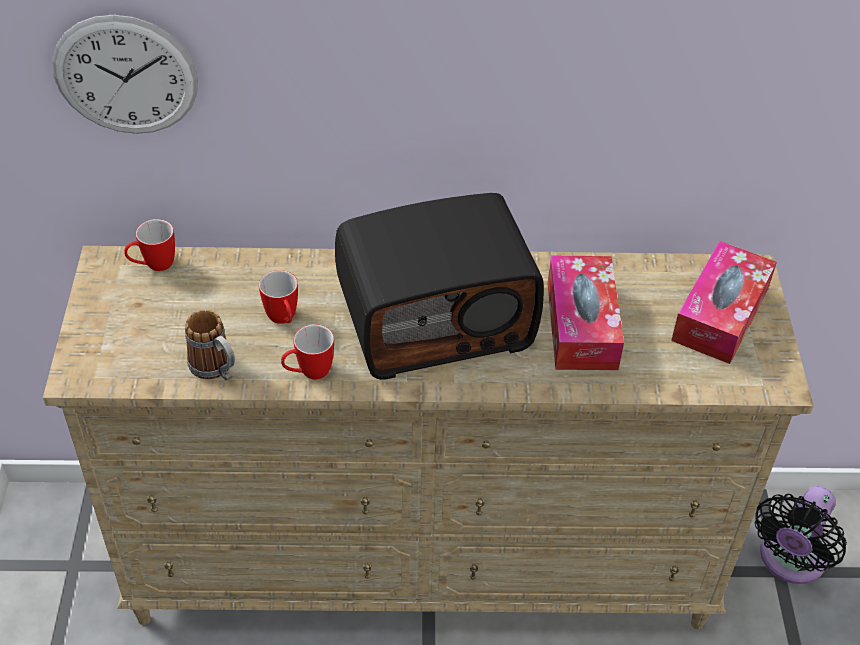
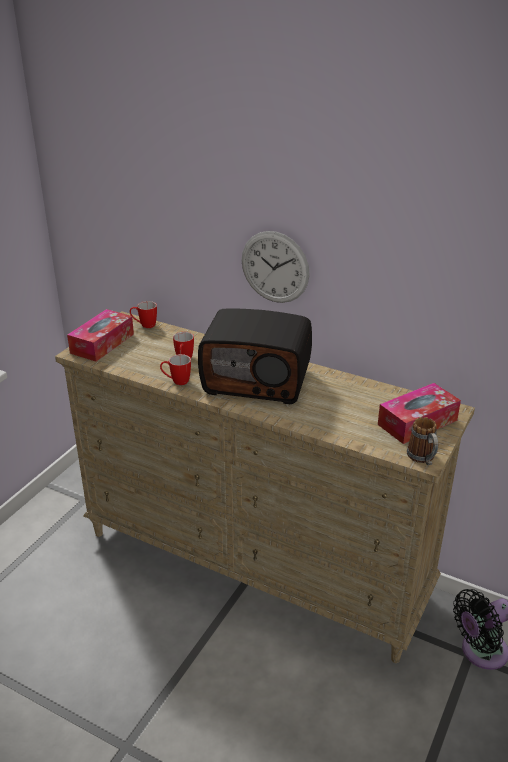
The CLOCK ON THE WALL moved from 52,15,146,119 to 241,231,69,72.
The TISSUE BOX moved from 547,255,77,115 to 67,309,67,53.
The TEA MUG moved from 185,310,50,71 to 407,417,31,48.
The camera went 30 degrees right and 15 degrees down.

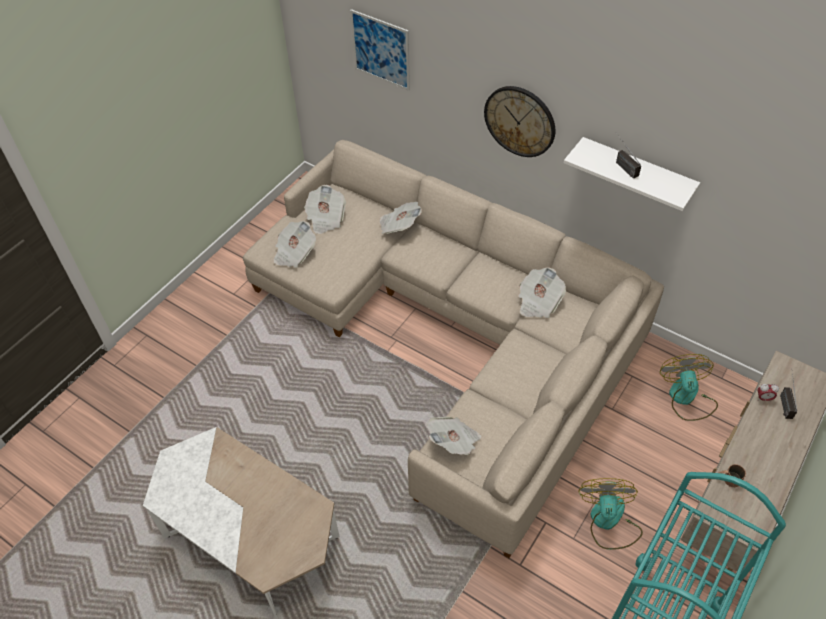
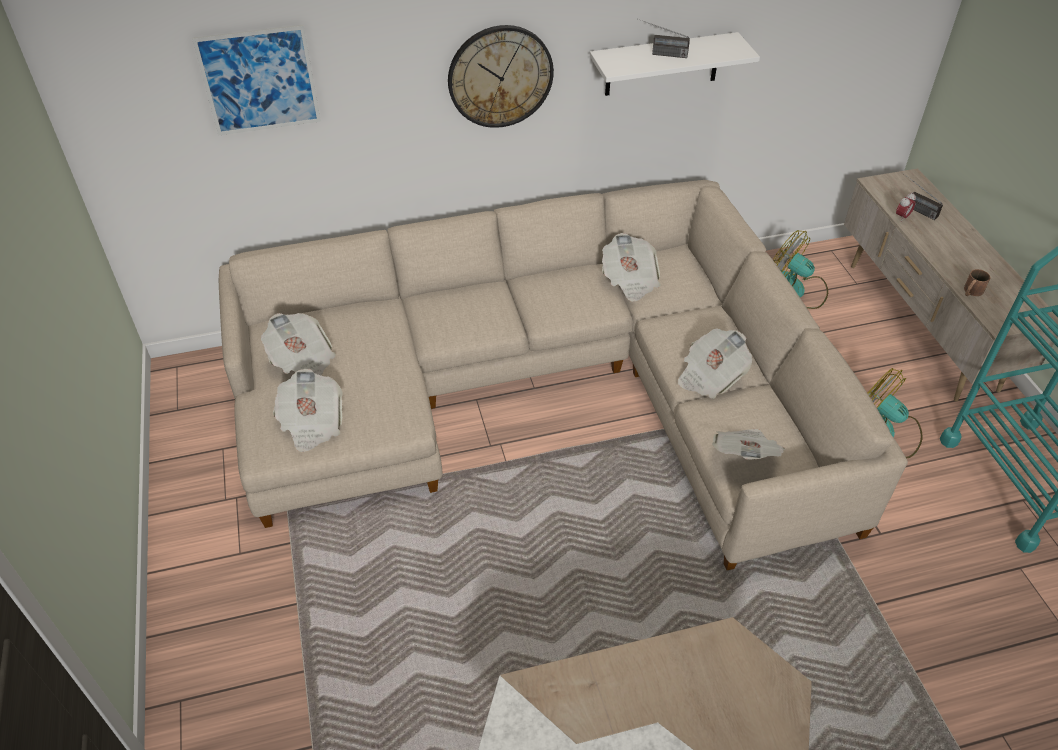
The NEWSPAPER moved from 380,202,42,32 to 677,328,75,71.
The camera went 50 degrees left and 5 degrees down.

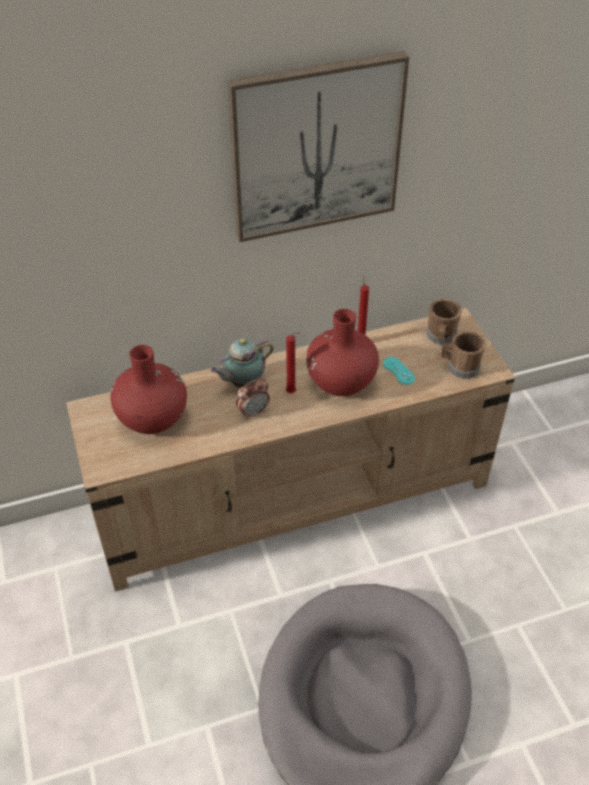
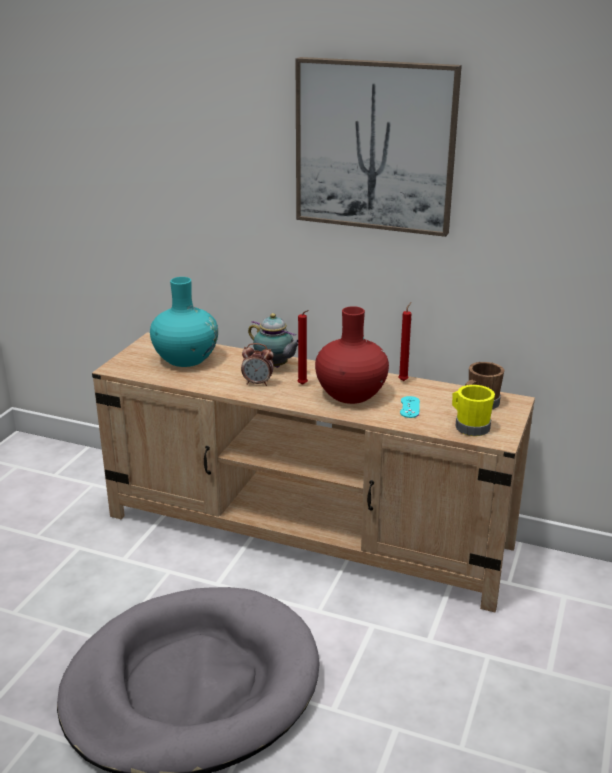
The BROWN TEA MUG at 441,331,45,48 became the YELLOW-COLOURED TEA MUG at 452,385,43,51.
The TEA POT at 210,338,64,50 turned 150 degrees counterclockwise.
The REDDISH FLOWER VASE at 111,345,76,89 became the TURQUOISE-COLOURED FLOWER VASE at 150,277,68,90.
The camera went 40 degrees right and 20 degrees down.

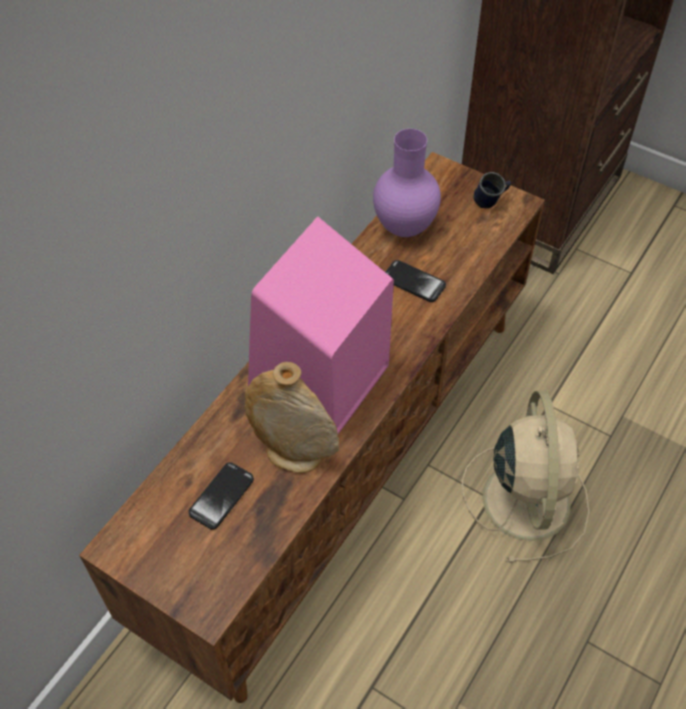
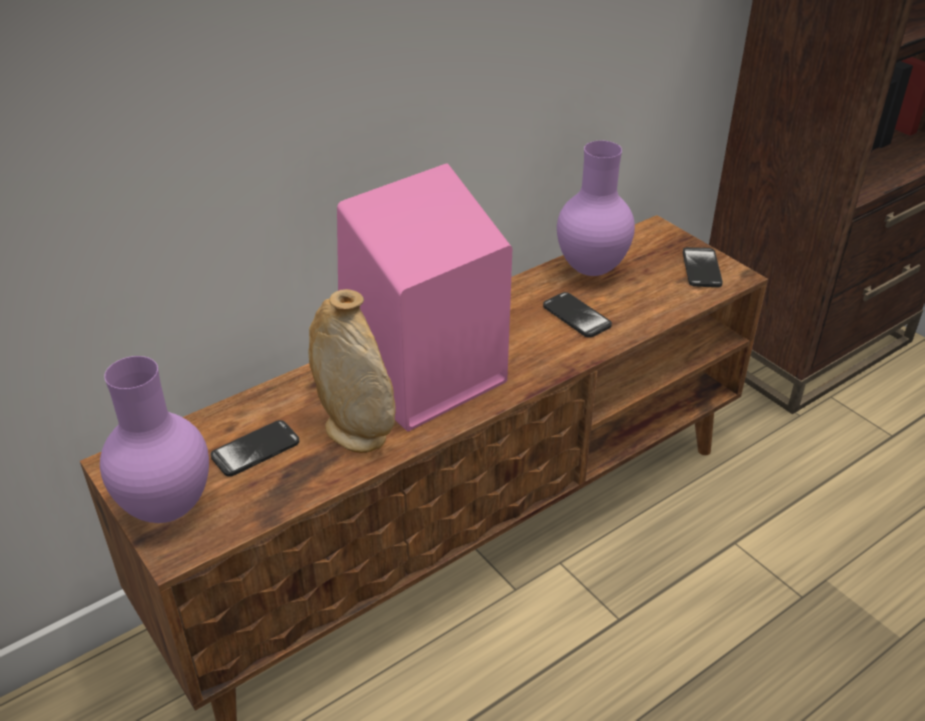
The BLUE TEA MUG at 473,172,38,36 was replaced by the HANDSET at 683,247,40,40.
The BEIGE-COLOURED FAN at 462,391,127,172 disappeared.
The PURPLISH FLOWER VASE at 100,356,109,167 appeared.
The camera went 20 degrees right and 15 degrees down.

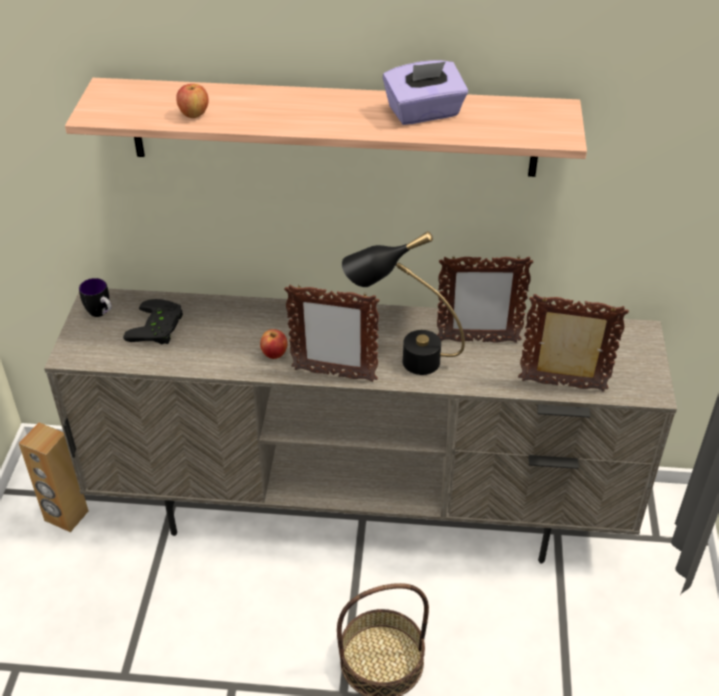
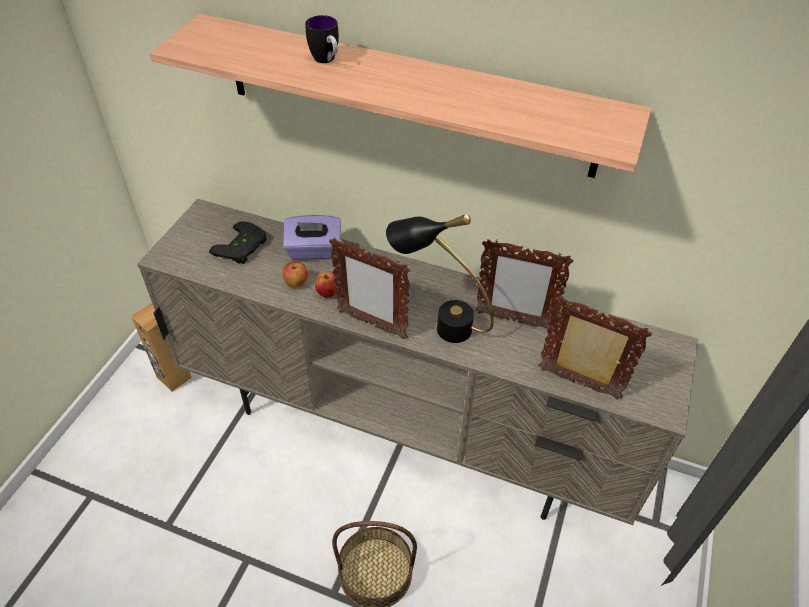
The PURPLISH TISSUE BOX moved from 383,60,85,65 to 283,215,58,45.
The APPLE FRUIT moved from 176,84,33,34 to 283,262,25,26.
The TEA MUG moved from 79,278,33,39 to 305,15,34,48.
The camera went 15 degrees right and 5 degrees up.

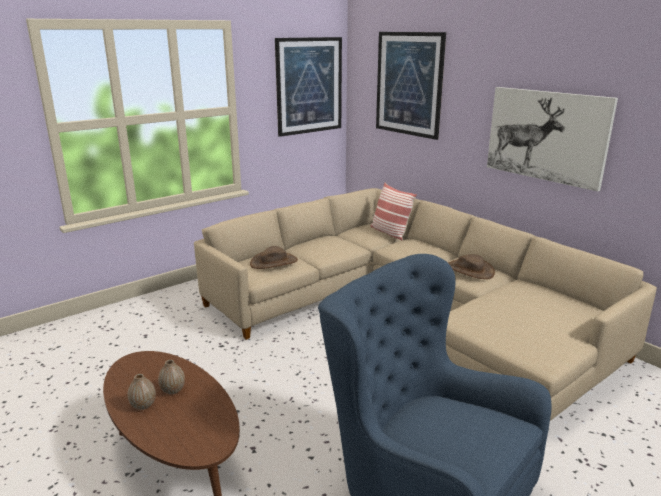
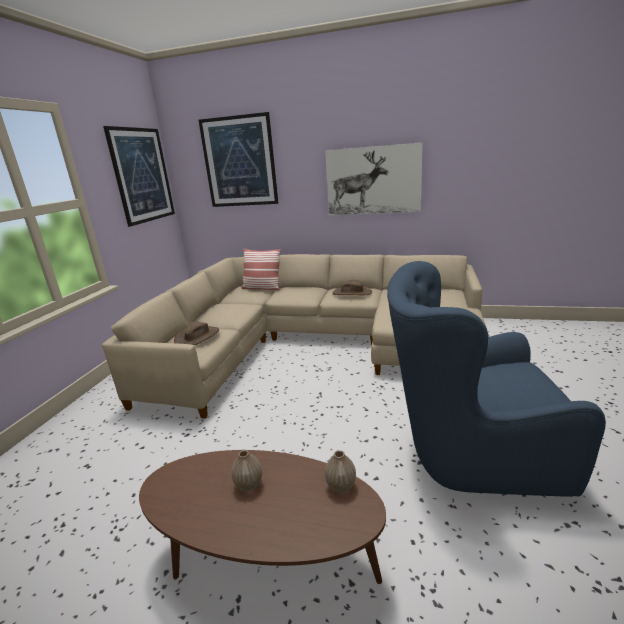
The FLOWER VASE moved from 128,374,28,36 to 325,450,31,42.
The camera went 35 degrees left and 0 degrees up.

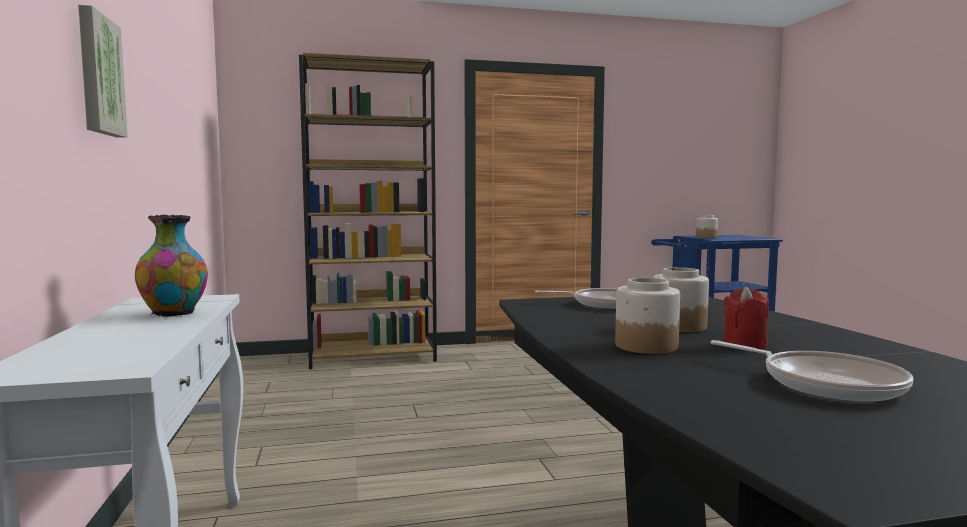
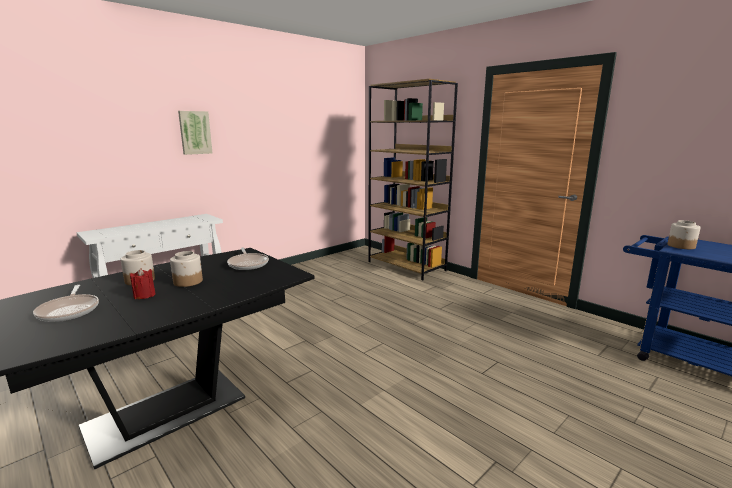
The FLOWER VASE at 135,214,73,103 disappeared.
The SKILLET at 710,340,203,61 turned 45 degrees counterclockwise.
The camera went 60 degrees right and 10 degrees up.

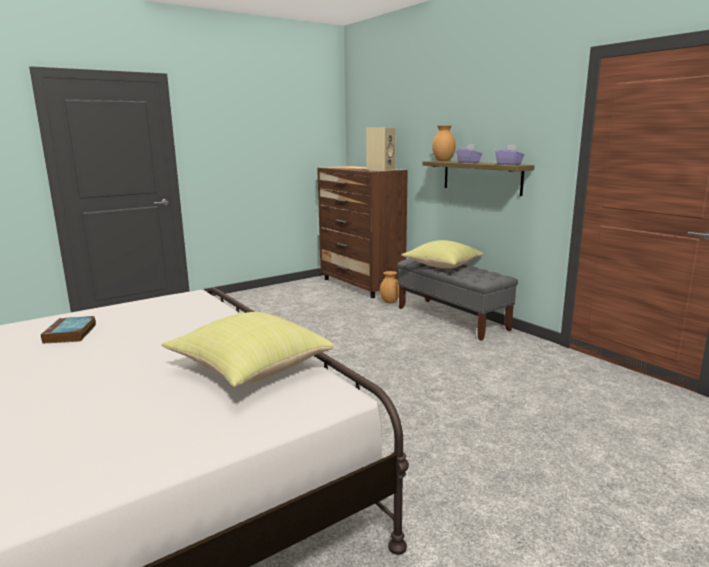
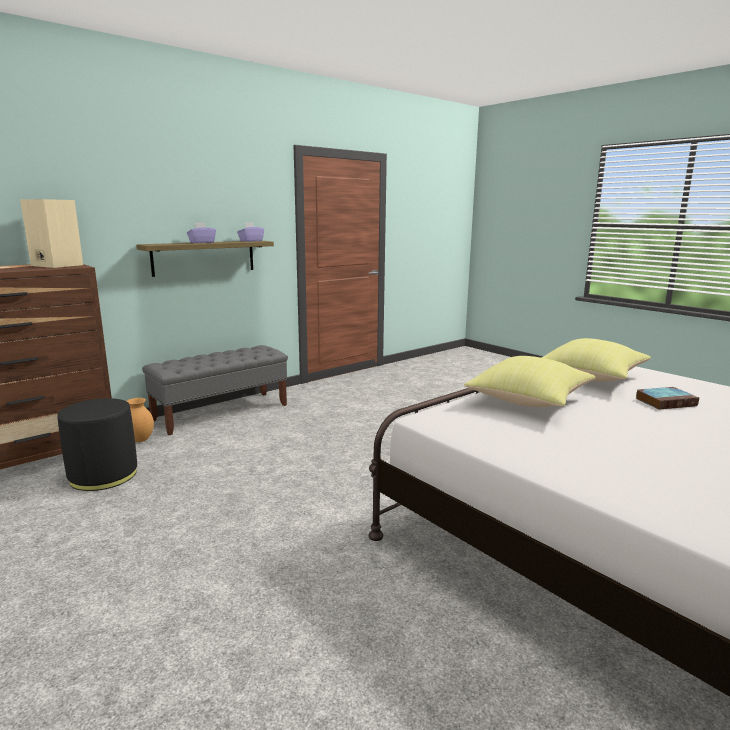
The BROWN FLOWER VASE at 432,126,24,35 disappeared.
The YELLOW-COLOURED THROW PILLOW moved from 401,240,82,28 to 464,356,132,51.
The BOUND BOOK moved from 41,316,55,28 to 635,387,64,23.
The BLACK-COLOURED POUFFE at 57,398,80,93 appeared.
The camera went 95 degrees left and 0 degrees up.

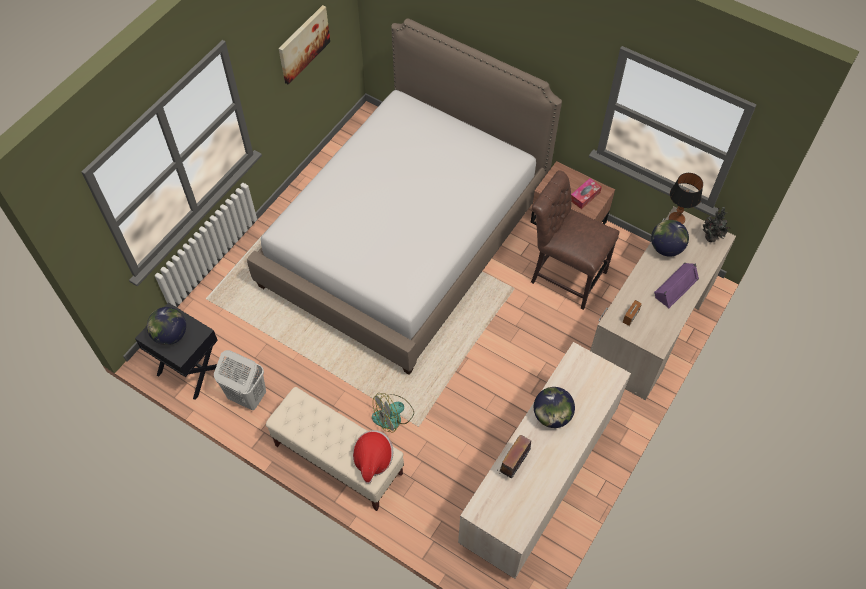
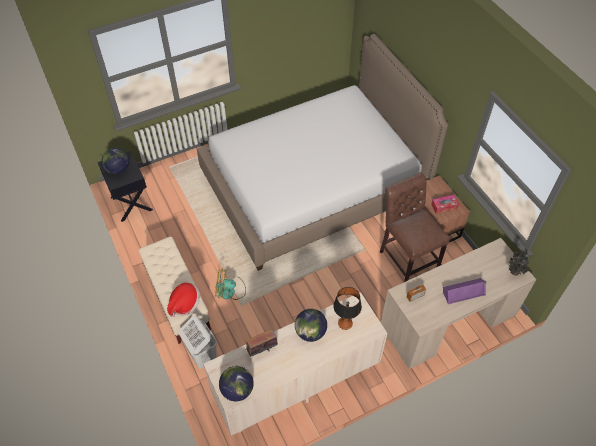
The WALL ART at 279,5,51,79 disappeared.
The TABLETOP LAMP moved from 669,173,34,51 to 333,287,29,43.
The DESK GLOBE moved from 651,220,38,36 to 219,366,35,35.
The WHITE-COLOURED HAMPER moved from 214,350,52,60 to 179,316,38,53.
The camera went 30 degrees right and 5 degrees down.

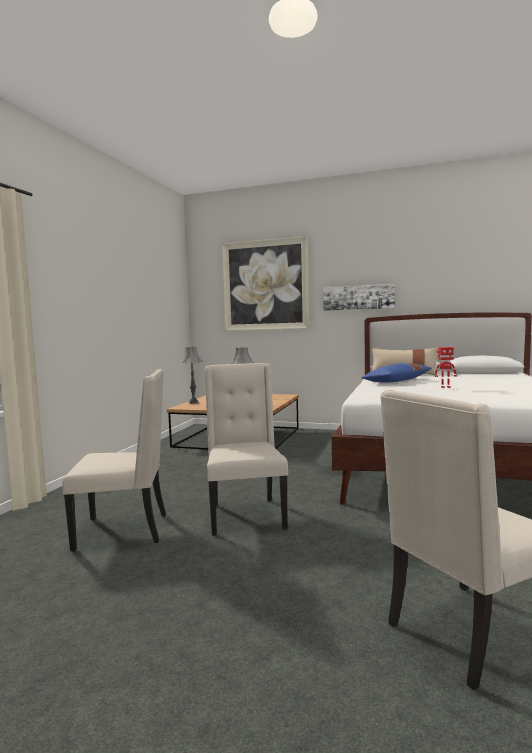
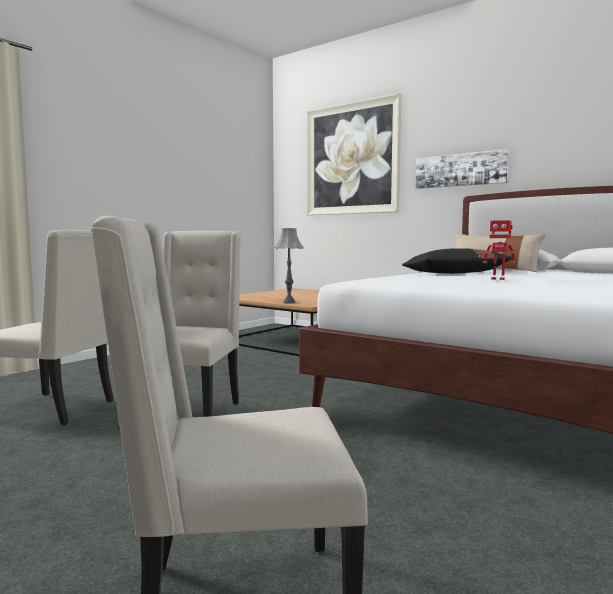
The GREYISH TABLETOP LAMP at 180,347,23,57 disappeared.
The BLUE THROW PILLOW at 361,363,71,20 became the BLACK-COLOURED THROW PILLOW at 402,248,110,26.
The camera went 20 degrees right and 0 degrees up.

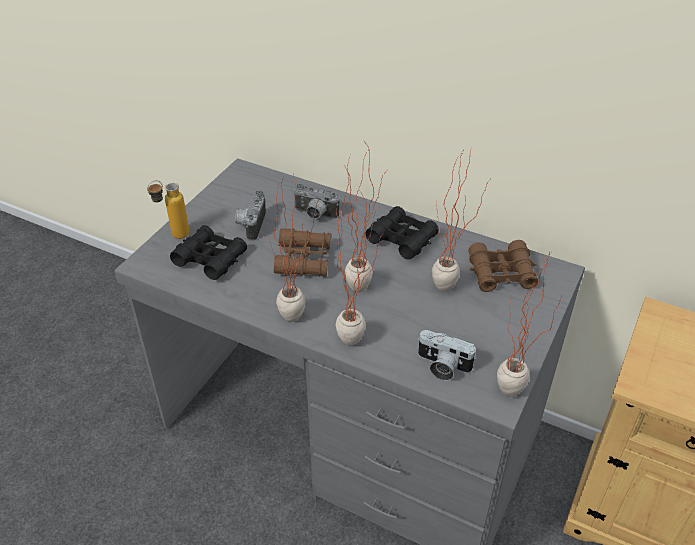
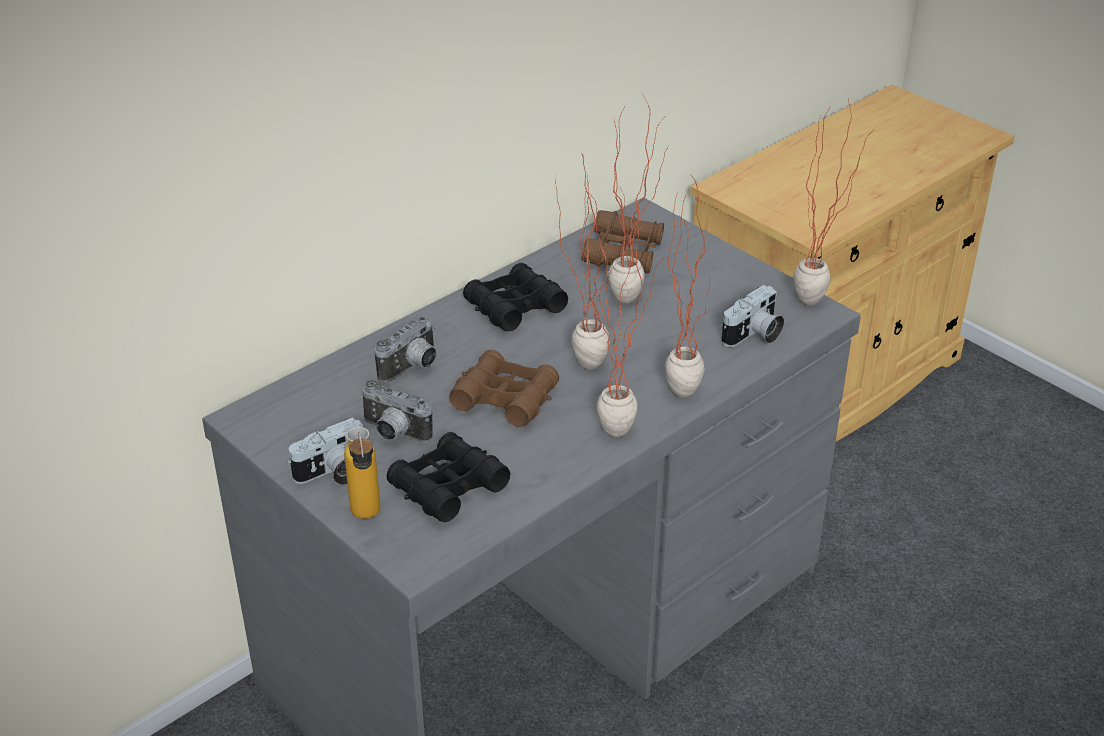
The PHOTO CAMERA at 288,417,75,68 appeared.
The camera went 70 degrees left and 5 degrees down.

